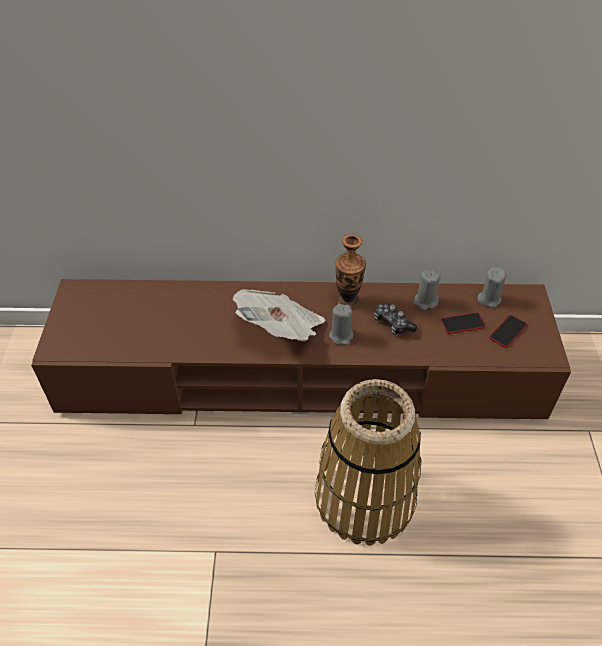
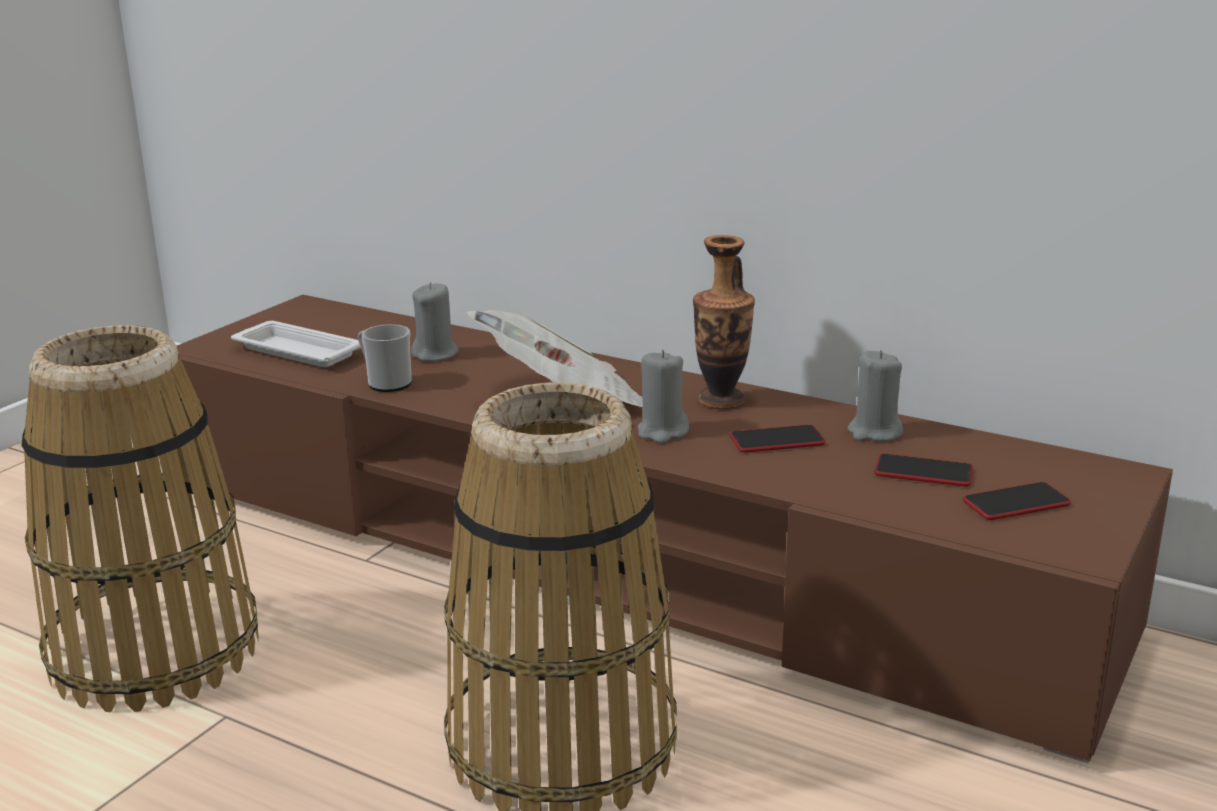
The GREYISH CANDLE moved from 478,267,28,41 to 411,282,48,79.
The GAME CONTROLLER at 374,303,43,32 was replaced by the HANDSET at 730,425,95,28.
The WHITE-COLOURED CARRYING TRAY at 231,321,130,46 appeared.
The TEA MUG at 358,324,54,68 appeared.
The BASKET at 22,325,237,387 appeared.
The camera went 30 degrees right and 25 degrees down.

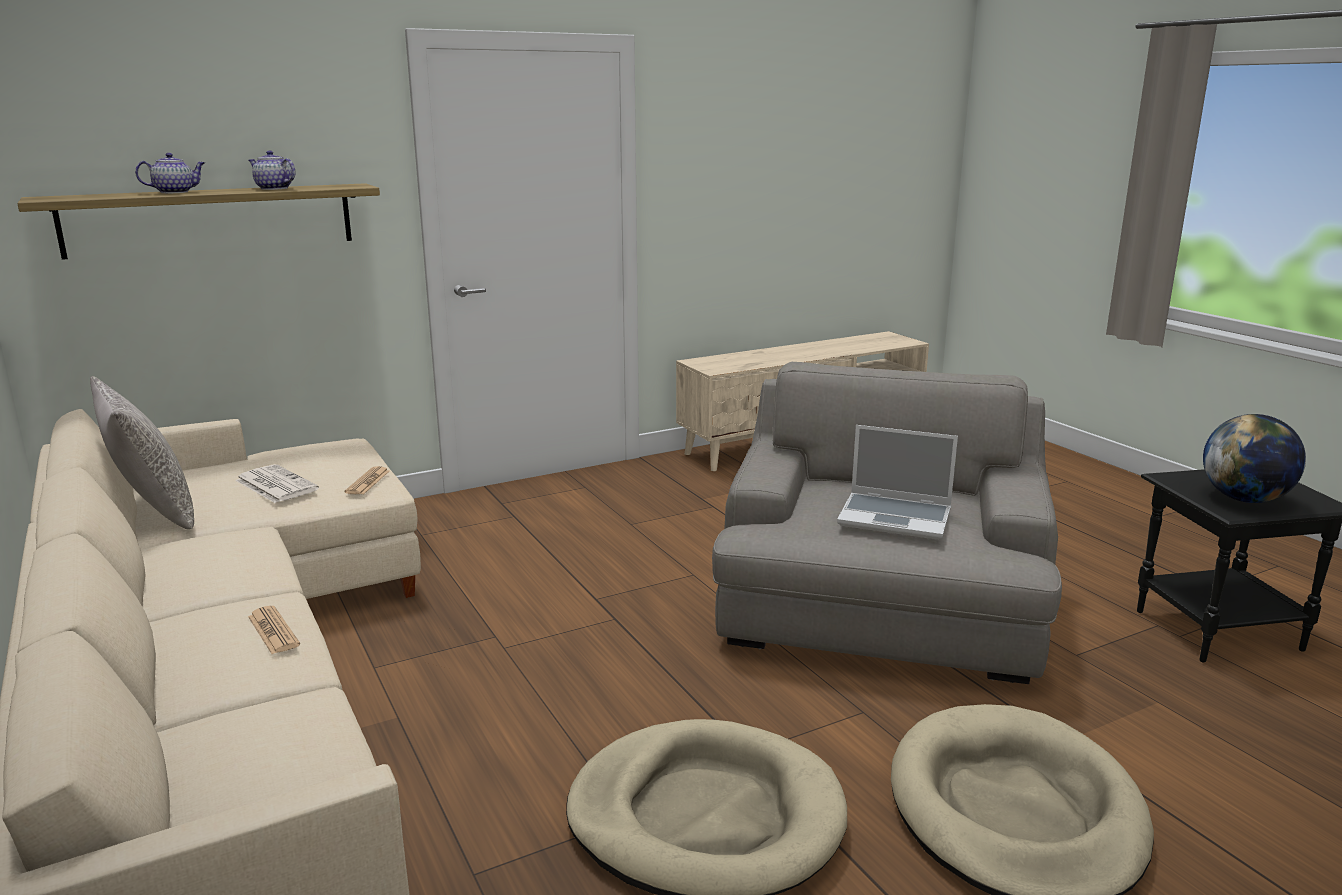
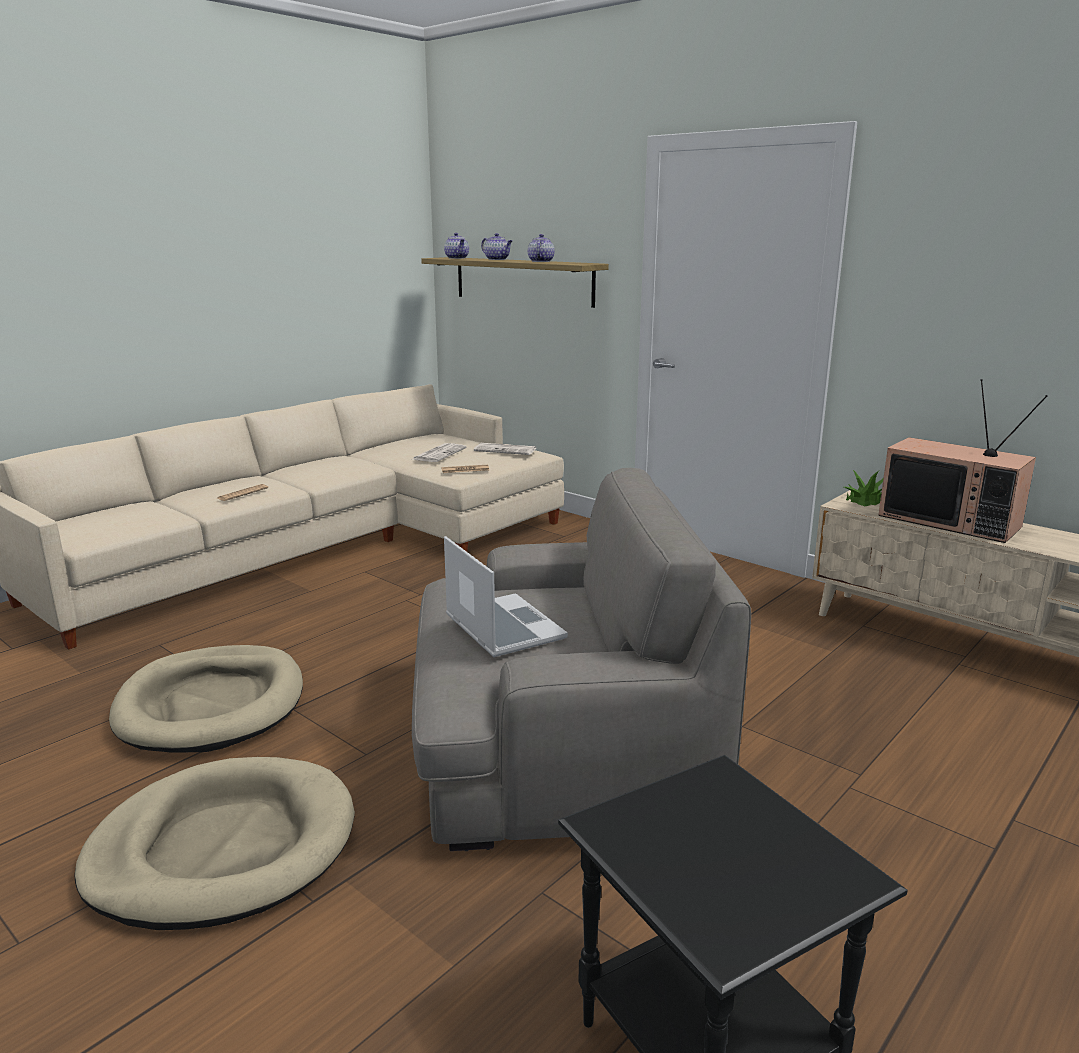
The GREYISH THROW PILLOW at 90,376,104,154 disappeared.
The DESK GLOBE at 1203,414,103,89 disappeared.
The NOTEBOOK COMPUTER at 837,425,121,115 turned 150 degrees clockwise.
The TEA POT at 444,233,25,26 appeared.
The TV SET at 878,379,170,164 appeared.
The NEWSPAPER at 474,443,62,12 appeared.
The POTTED PLANT at 844,470,39,36 appeared.
The camera went 70 degrees right and 0 degrees up.

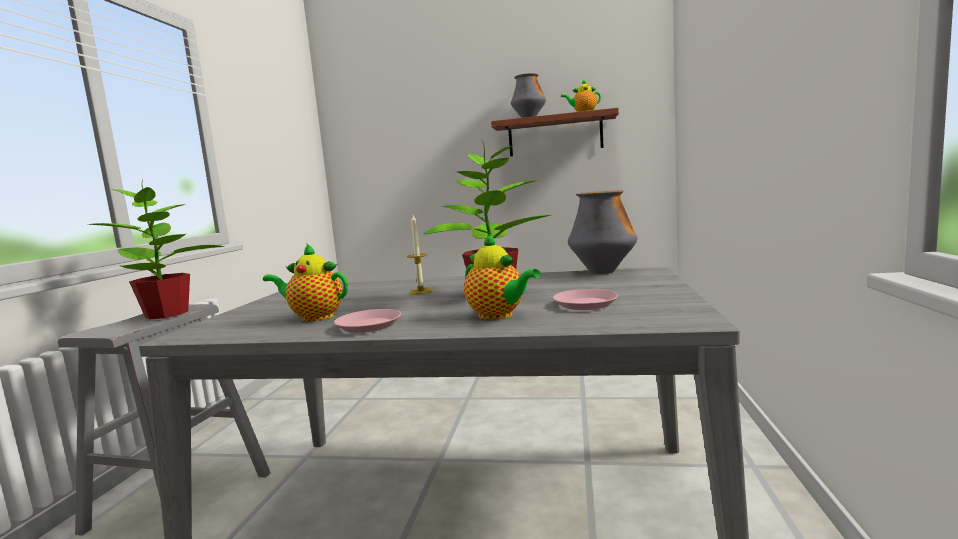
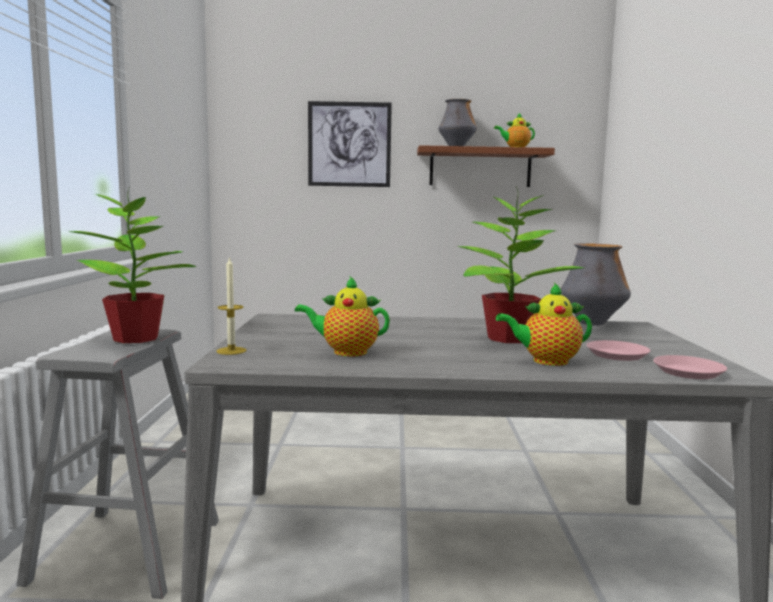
The CANDLE moved from 407,215,26,79 to 217,256,30,99.
The TEA POT at 464,233,76,86 turned 135 degrees clockwise.
The PINKISH PLATE moved from 334,309,67,24 to 653,355,74,24.
The WALL ART at 308,101,84,86 appeared.
The camera went 10 degrees left and 0 degrees up.

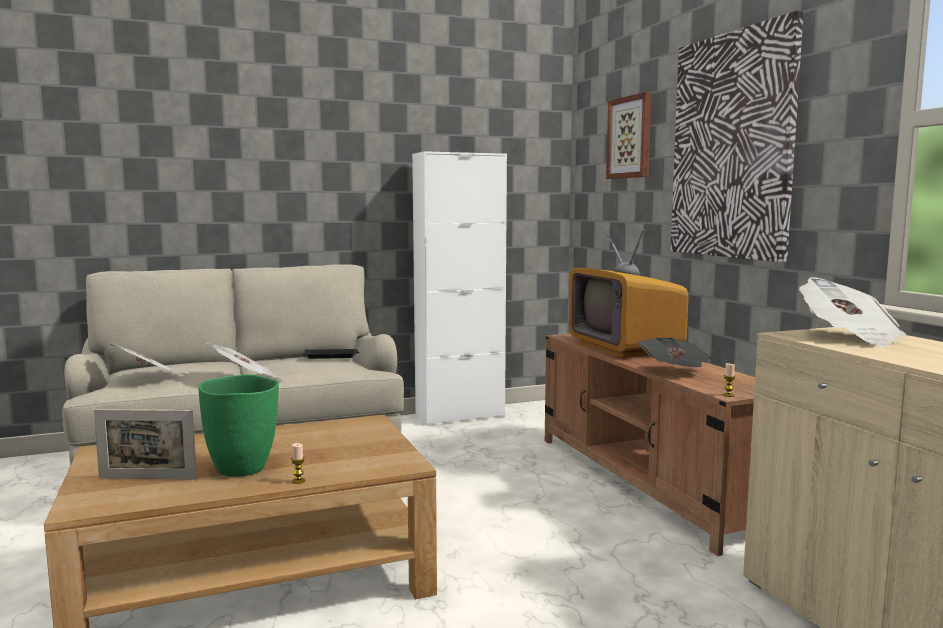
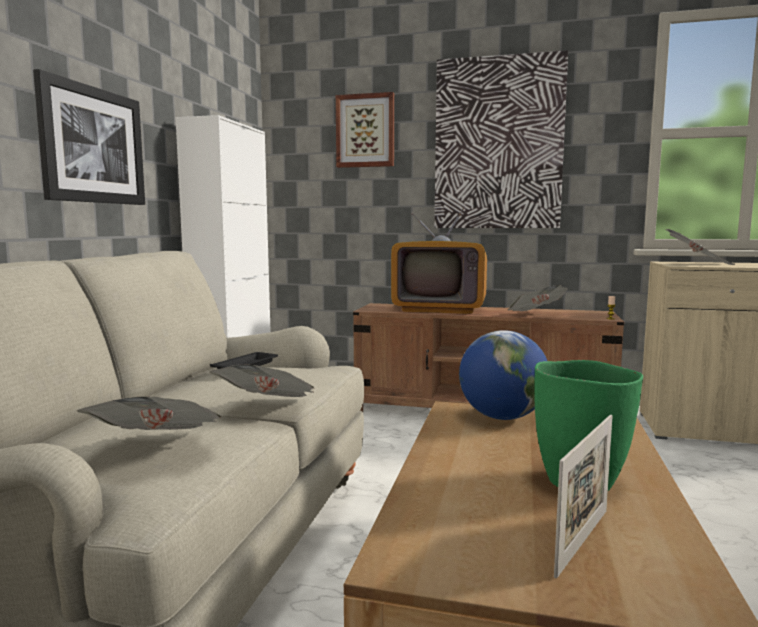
The CANDLE at 291,443,14,41 disappeared.
The WALL ART at 33,69,112,136 appeared.
The DESK GLOBE at 459,330,88,90 appeared.
The camera went 55 degrees left and 0 degrees up.

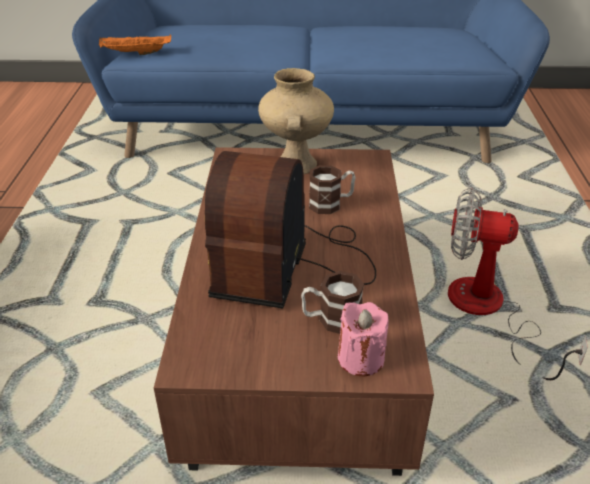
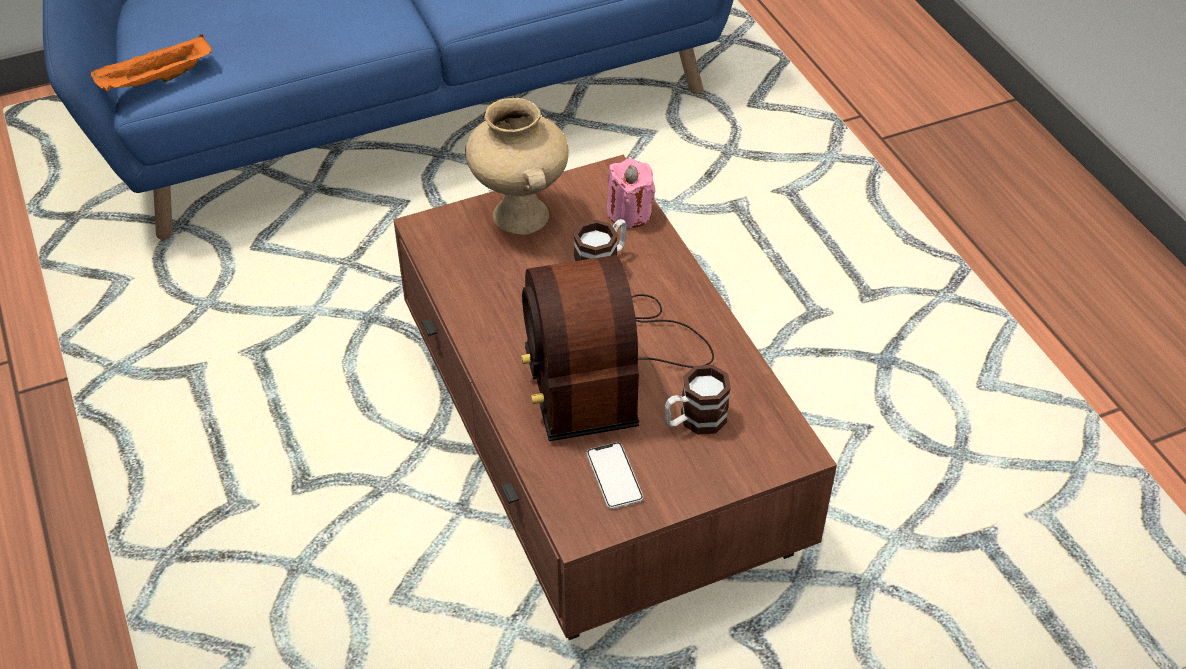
The FAN at 448,188,140,192 disappeared.
The PINKISH CANDLE moved from 338,302,50,74 to 607,158,48,70.
The HANDSET at 586,442,58,67 appeared.
The camera went 25 degrees left and 10 degrees up.

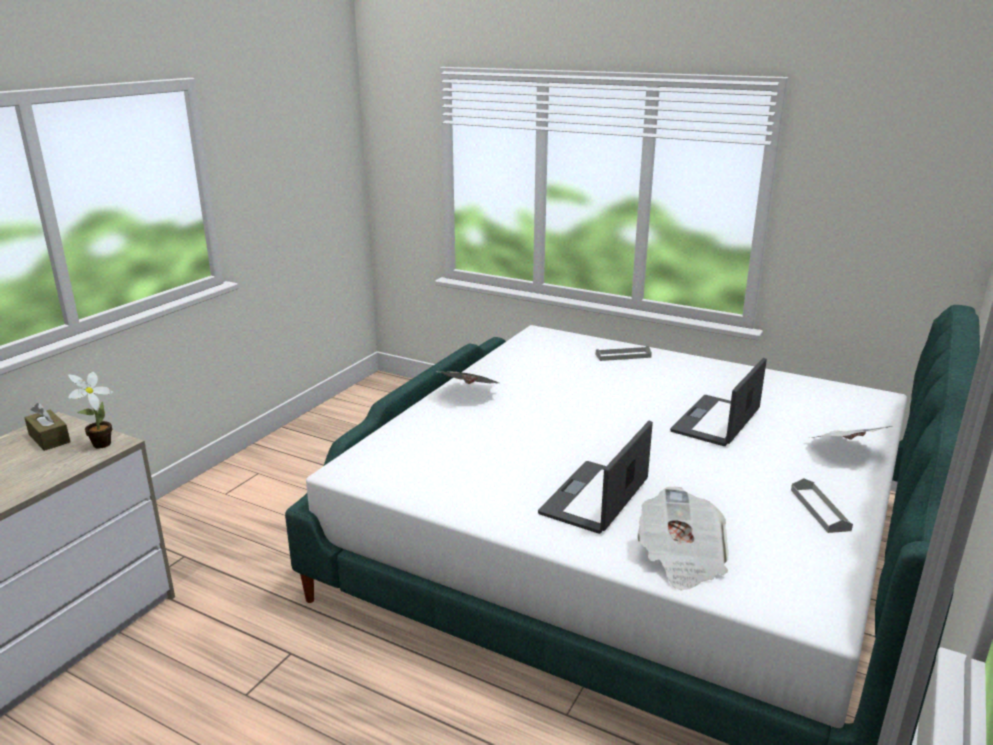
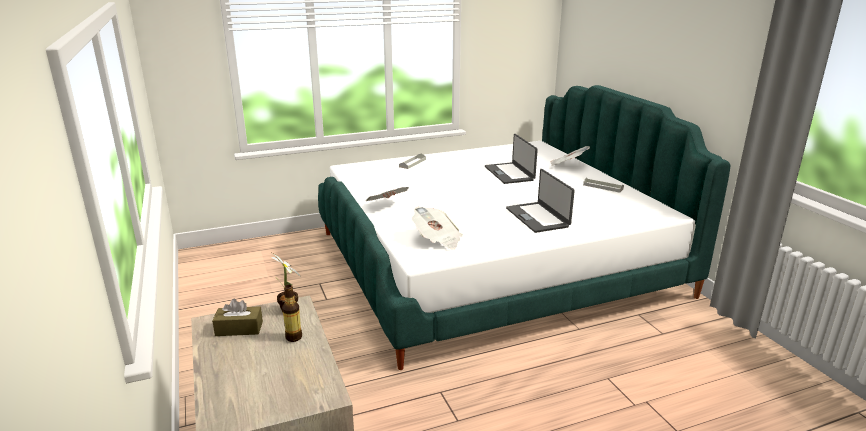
The NEWSPAPER moved from 637,486,92,105 to 412,206,51,44.
The DRINK BOTTLE at 282,285,20,57 appeared.
The camera went 50 degrees left and 0 degrees up.

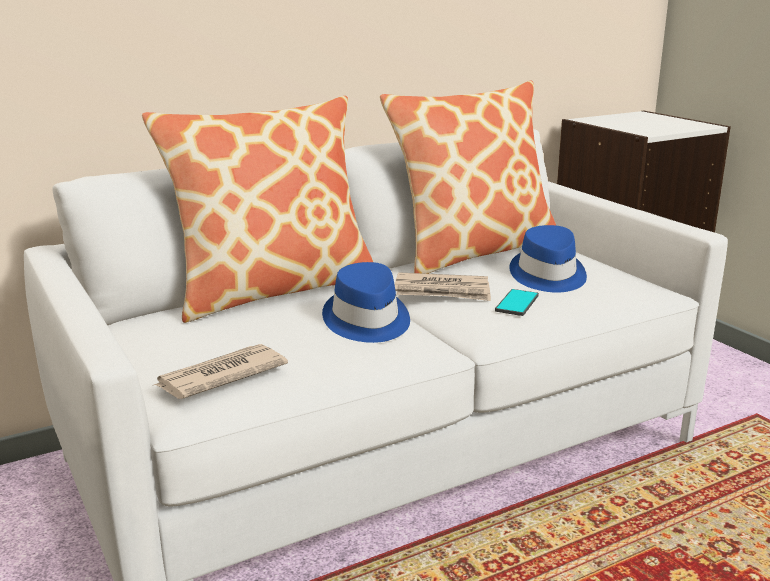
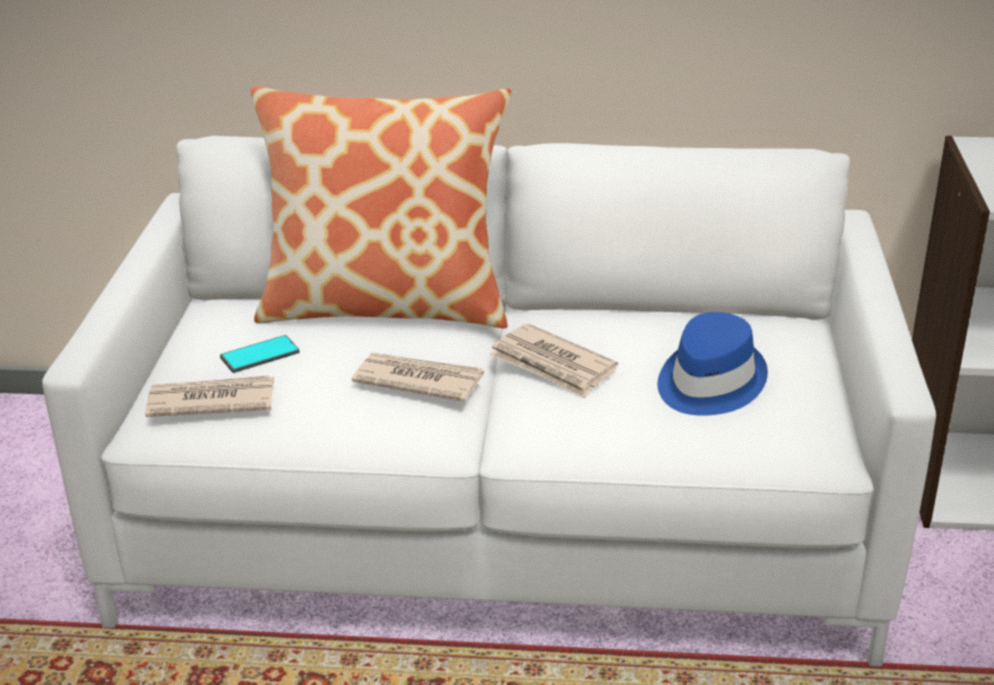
The THROW PILLOW at 380,81,176,193 disappeared.
The BLUE HAT at 322,262,88,81 was replaced by the NEWSPAPER at 352,352,132,50.
The HANDSET moved from 495,289,44,27 to 220,335,80,38.
The camera went 35 degrees right and 10 degrees up.

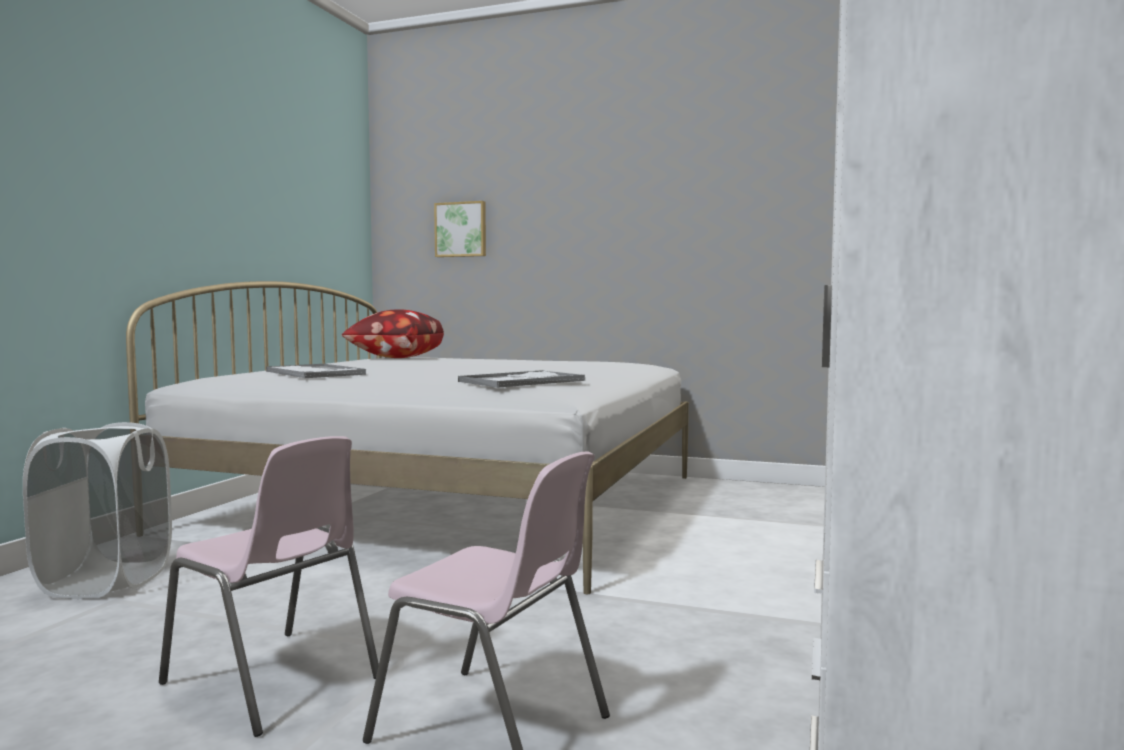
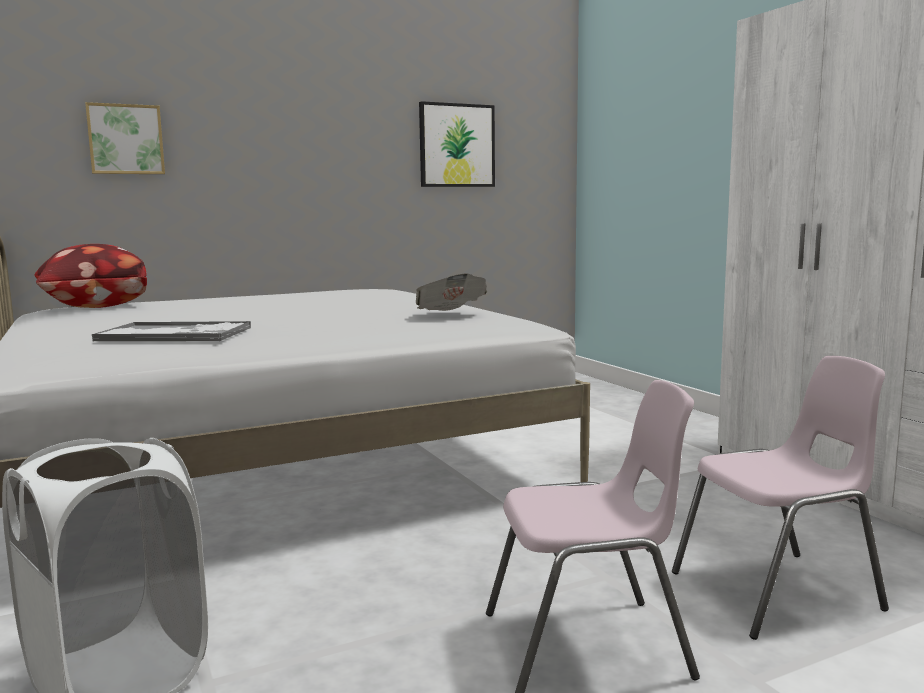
The CARRYING TRAY at 458,370,127,18 was replaced by the NEWSPAPER at 416,274,71,37.
The WALL ART at 419,101,76,86 appeared.
The camera went 45 degrees left and 5 degrees up.

